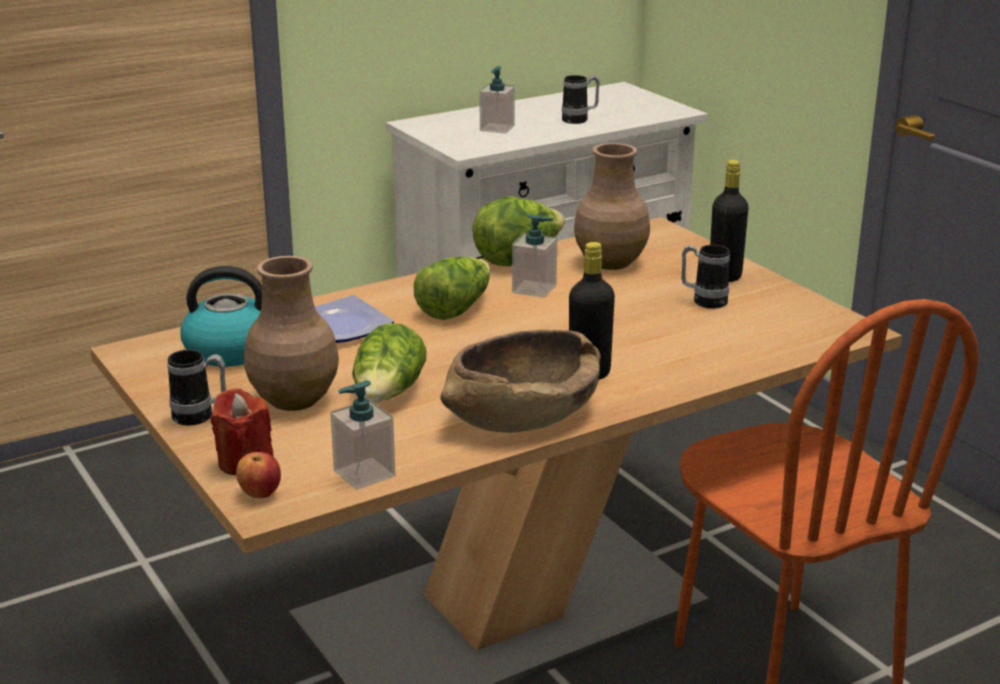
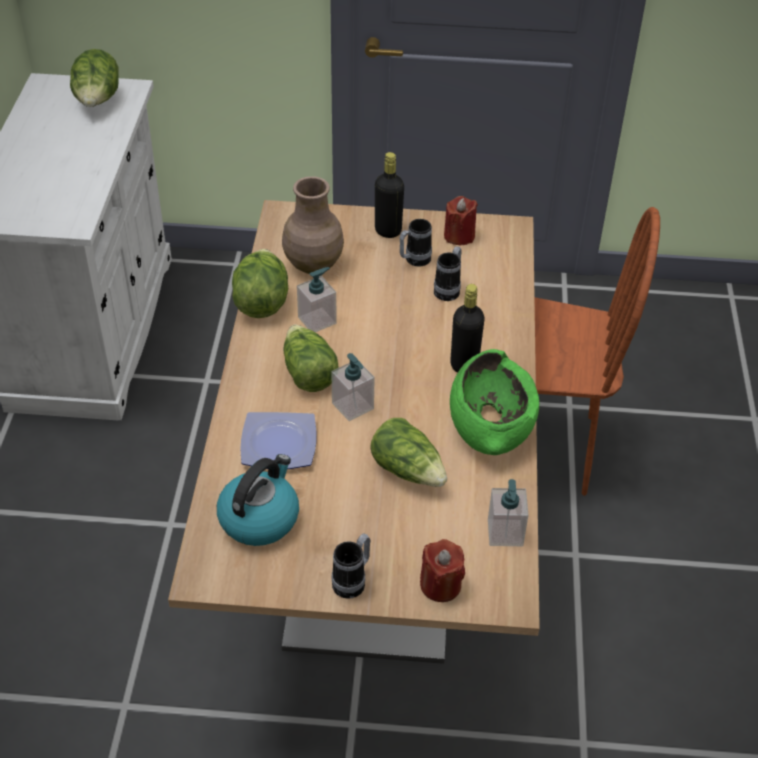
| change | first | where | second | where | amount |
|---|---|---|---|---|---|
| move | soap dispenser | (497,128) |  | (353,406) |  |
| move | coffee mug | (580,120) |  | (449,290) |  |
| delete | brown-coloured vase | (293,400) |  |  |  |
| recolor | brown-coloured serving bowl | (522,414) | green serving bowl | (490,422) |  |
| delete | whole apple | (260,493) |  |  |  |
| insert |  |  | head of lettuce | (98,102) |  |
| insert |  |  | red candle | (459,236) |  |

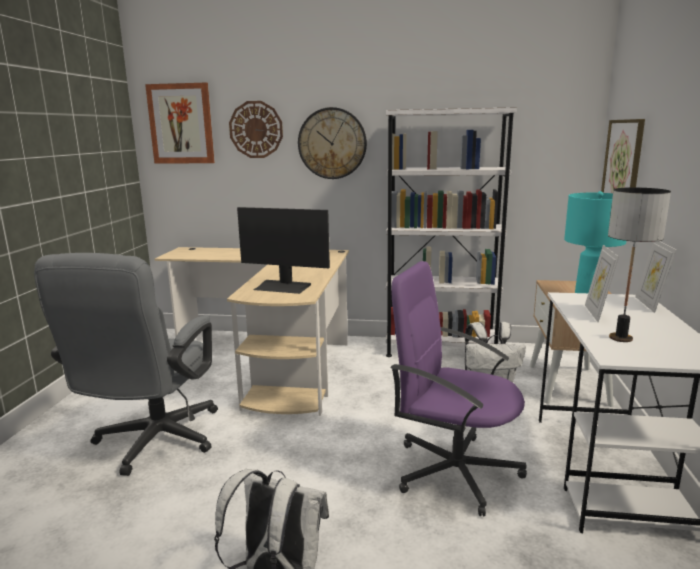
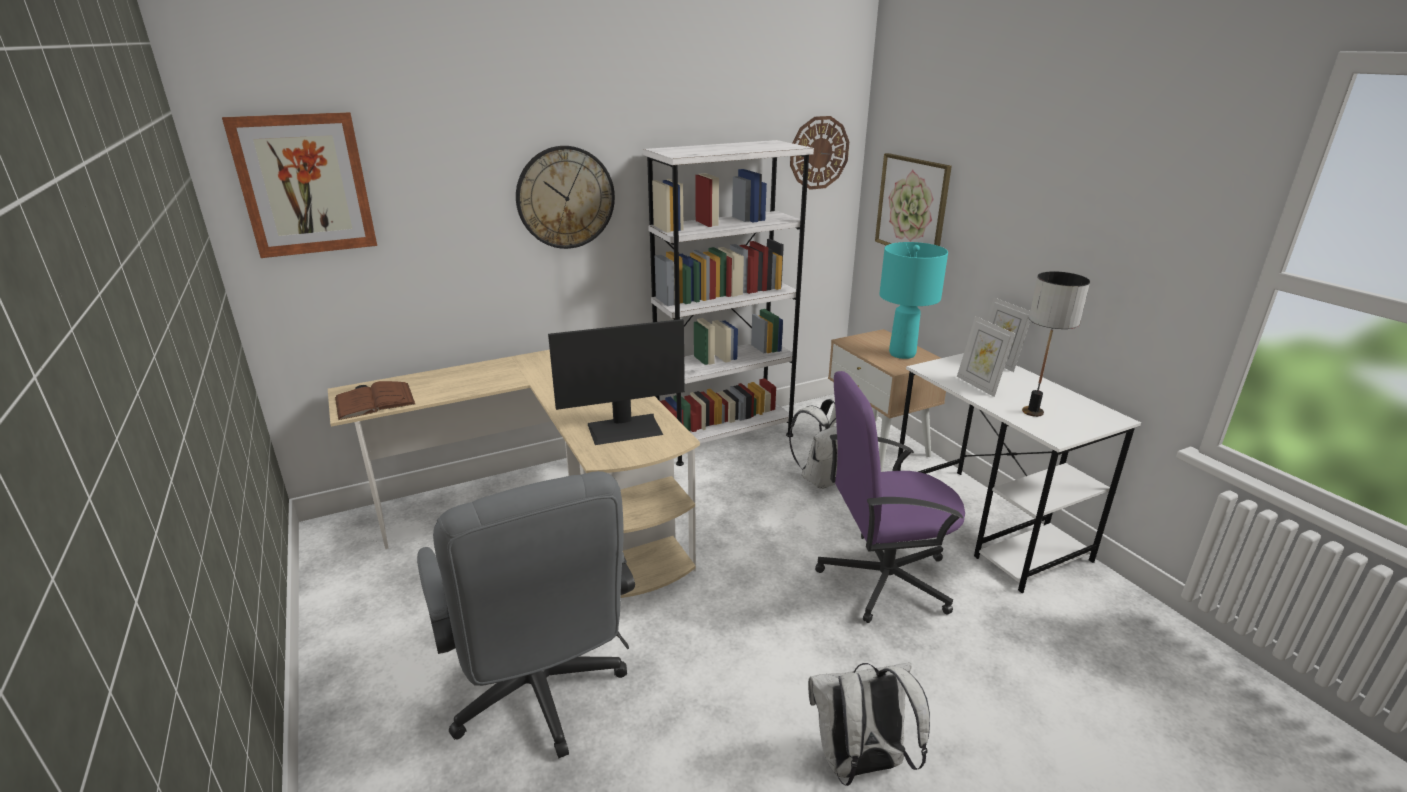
| change | first | where | second | where | amount |
|---|---|---|---|---|---|
| move | clock on the wall | (256,129) |  | (819,153) |  |
| insert |  |  | brown-coloured bound book | (374,401) |  |

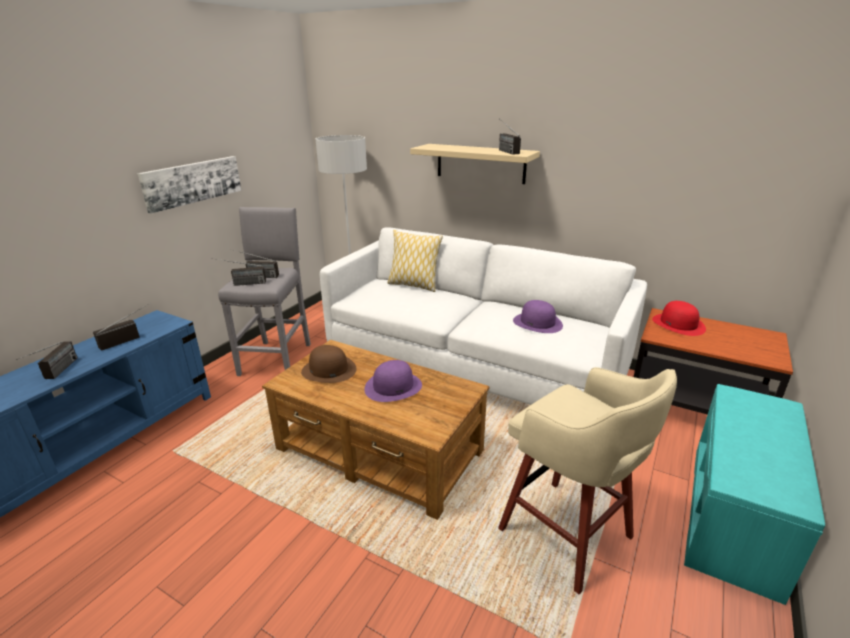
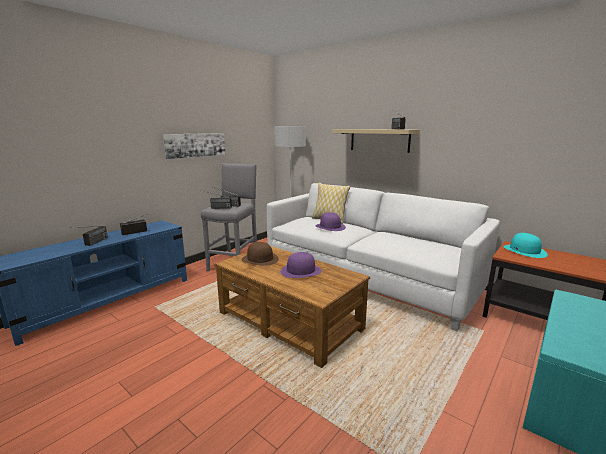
| change | first | where | second | where | amount |
|---|---|---|---|---|---|
| move | purplish wearable hat | (537,323) |  | (330,227) |  |
| recolor | red wearable hat | (678,324) | turquoise-coloured wearable hat | (525,251) |  |
| delete | beige-coloured stool | (568,536) |  |  |  |

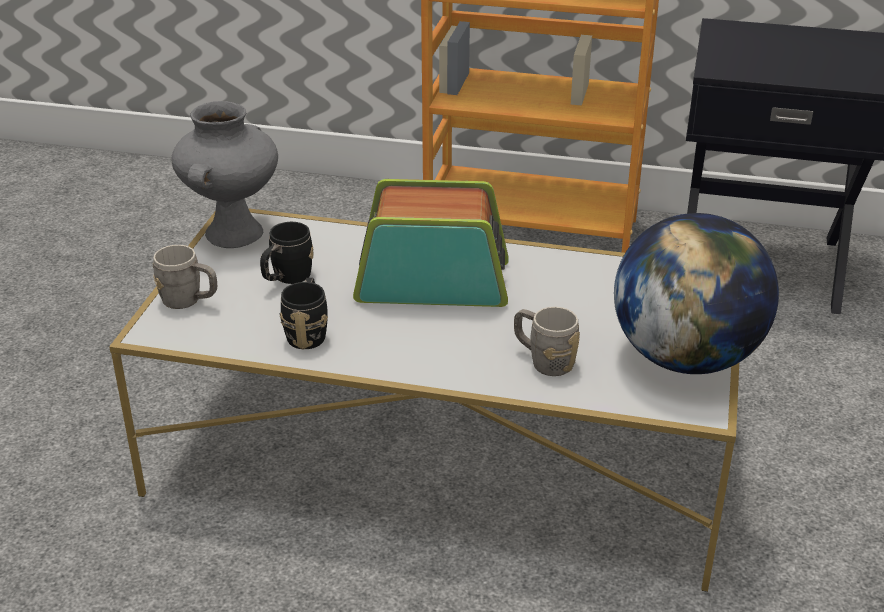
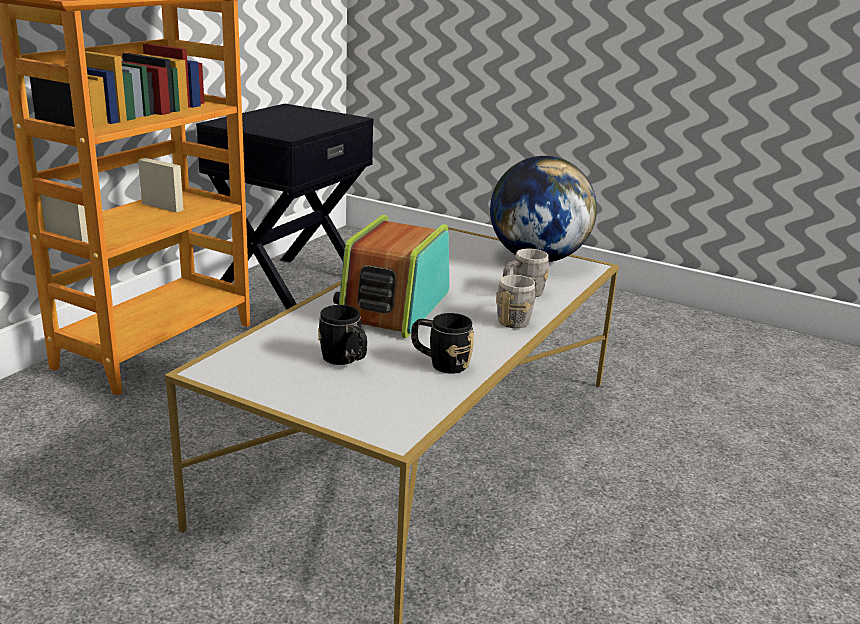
| change | first | where | second | where | amount |
|---|---|---|---|---|---|
| delete | grey vase | (233,232) |  |  |  |
| move | grey coffee mug | (189,301) |  | (517,319) |  |

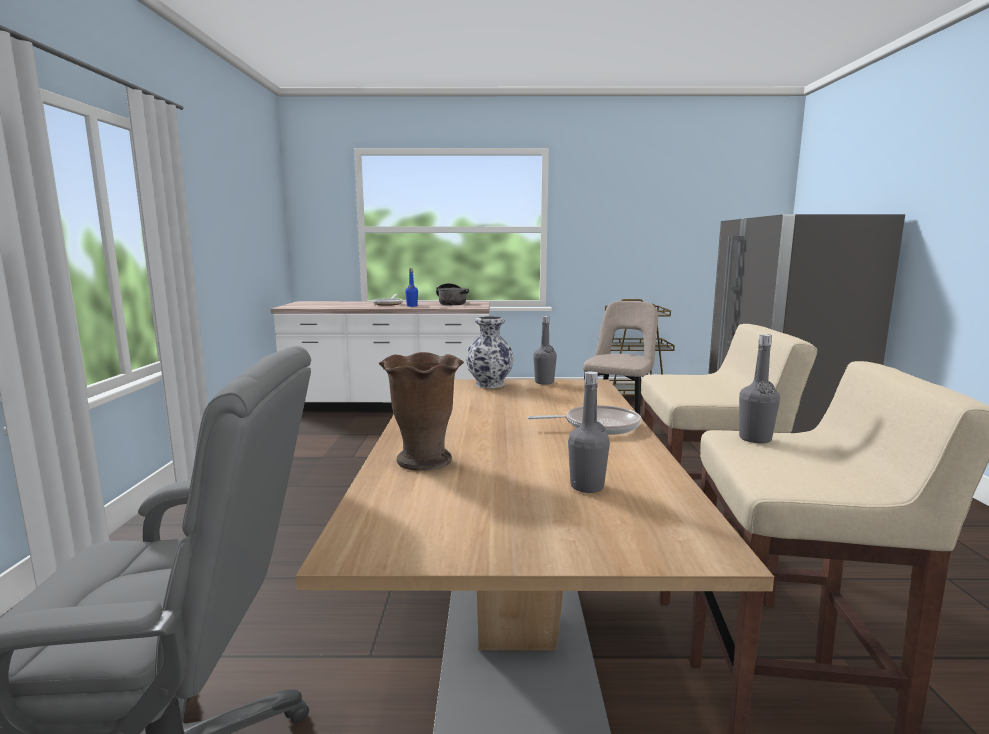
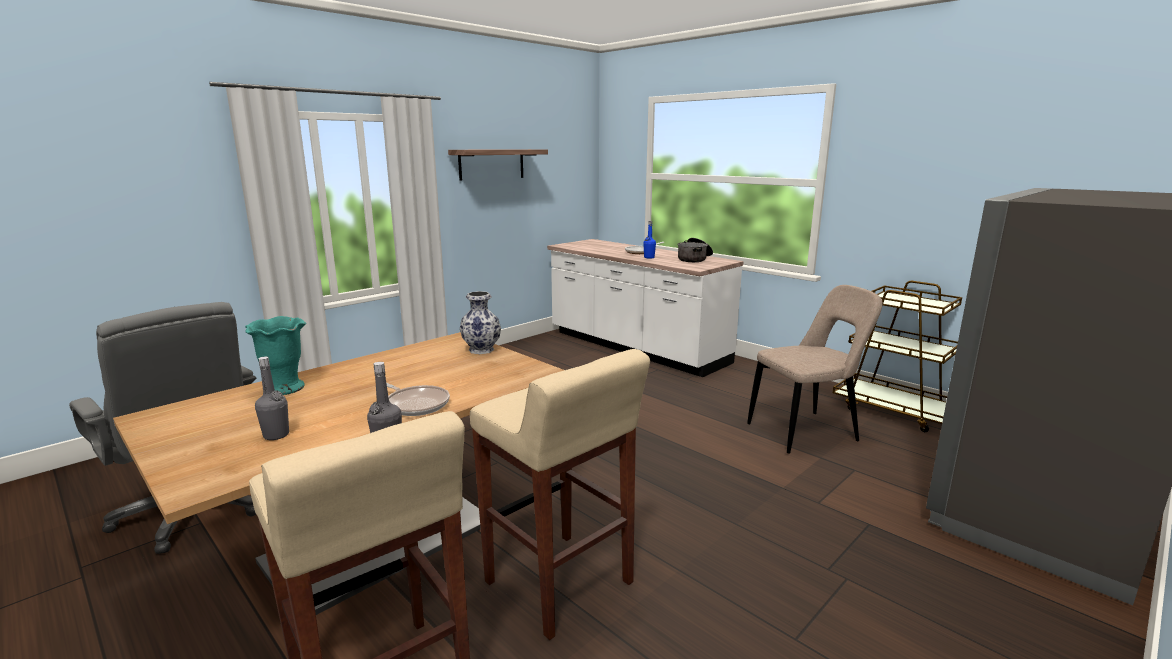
| change | first | where | second | where | amount |
|---|---|---|---|---|---|
| delete | grey bottle | (544,382) |  |  |  |
| recolor | brown-coloured vase | (424,460) | turquoise-coloured vase | (285,388) |  |
| insert |  |  | shelf | (491,164) |  |

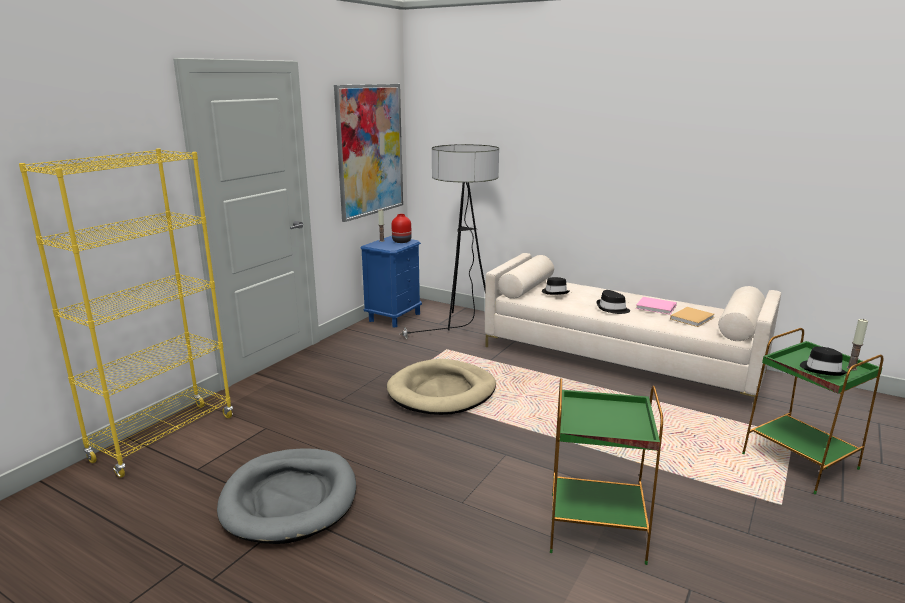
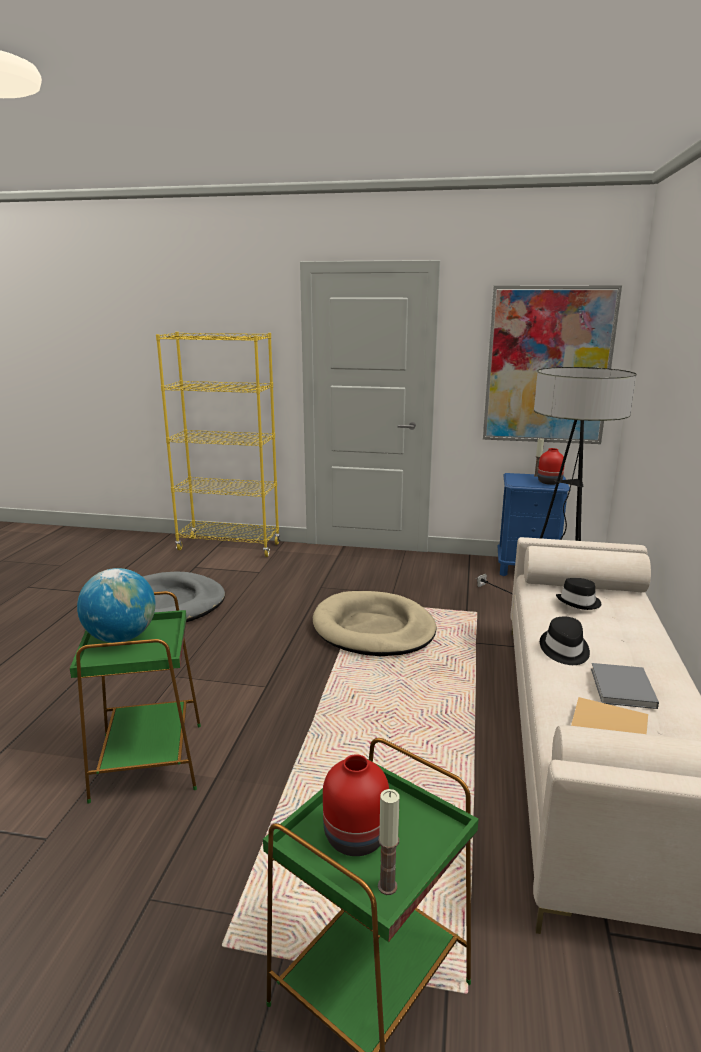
| change | first | where | second | where | amount |
|---|---|---|---|---|---|
| recolor | pink bound book | (657,307) | grey bound book | (623,689) |  |
| replace | black wearable hat | (822,369) | red vase | (357,837) |  |
| insert |  |  | globe | (121,638) |  |

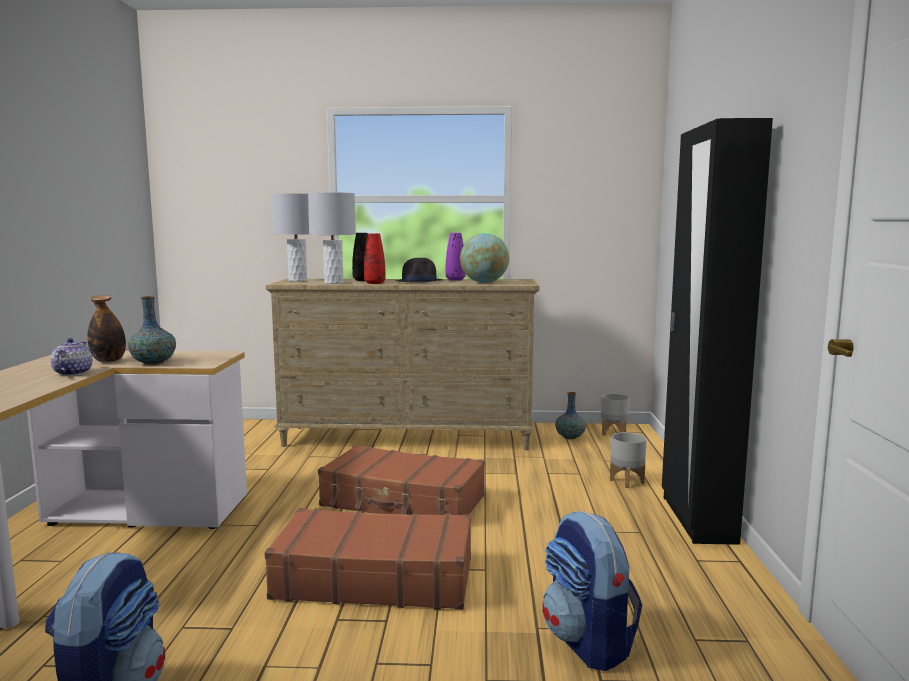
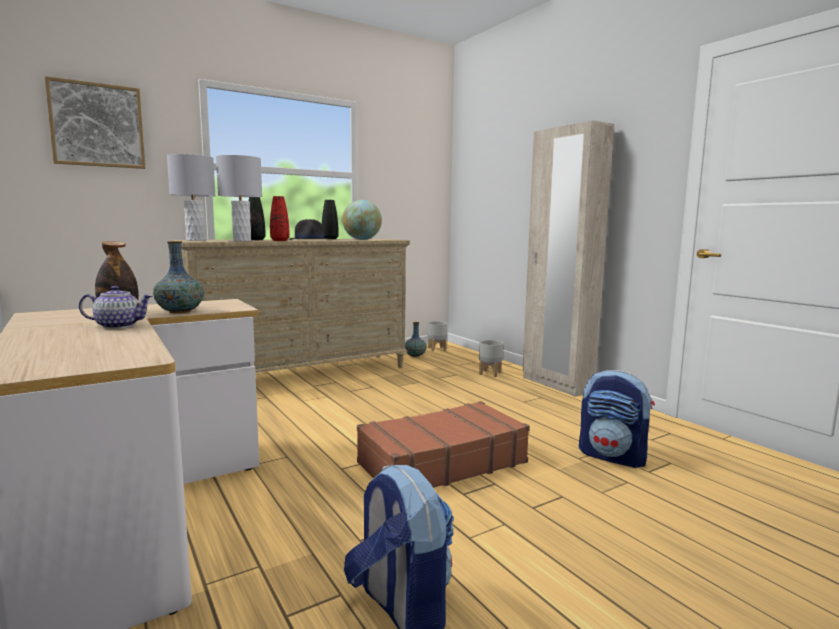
| change | first | where | second | where | amount |
|---|---|---|---|---|---|
| recolor | black clothes cupboard | (697,519) | beige-coloured clothes cupboard | (556,385) |  |
| recolor | purplish vase | (455,280) | black vase | (330,239) |  |
| rotate | tea pot | (72,373) |  | (118,326) | 120 degrees clockwise |
| delete | brown-coloured piece of luggage | (403,502) |  |  |  |
| insert |  |  | wall picture | (97,125) |  |

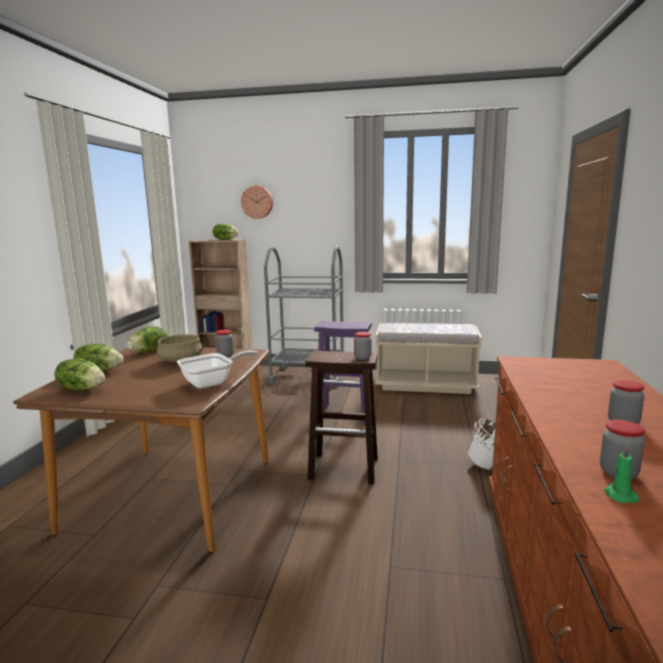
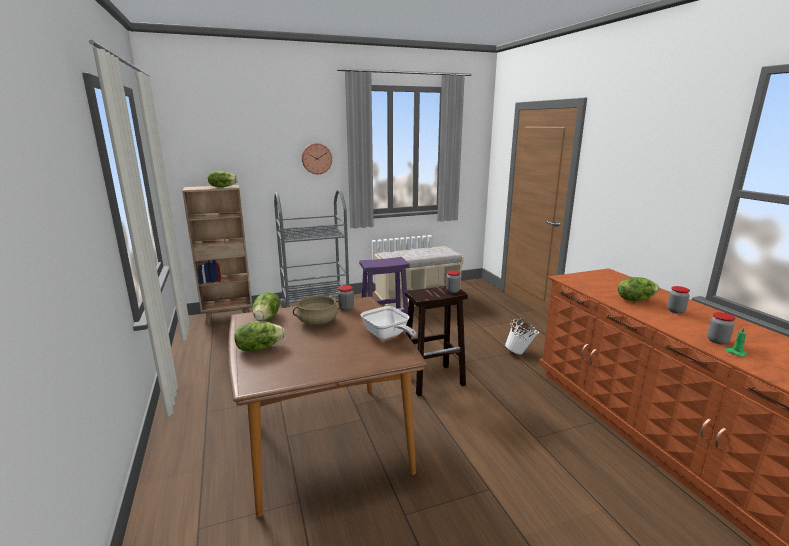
| change | first | where | second | where | amount |
|---|---|---|---|---|---|
| move | clock on the wall | (257,202) |  | (316,158) |  |
| rotate | skillet | (212,382) |  | (387,336) | 120 degrees clockwise |
| move | head of lettuce | (82,389) |  | (635,299) |  |

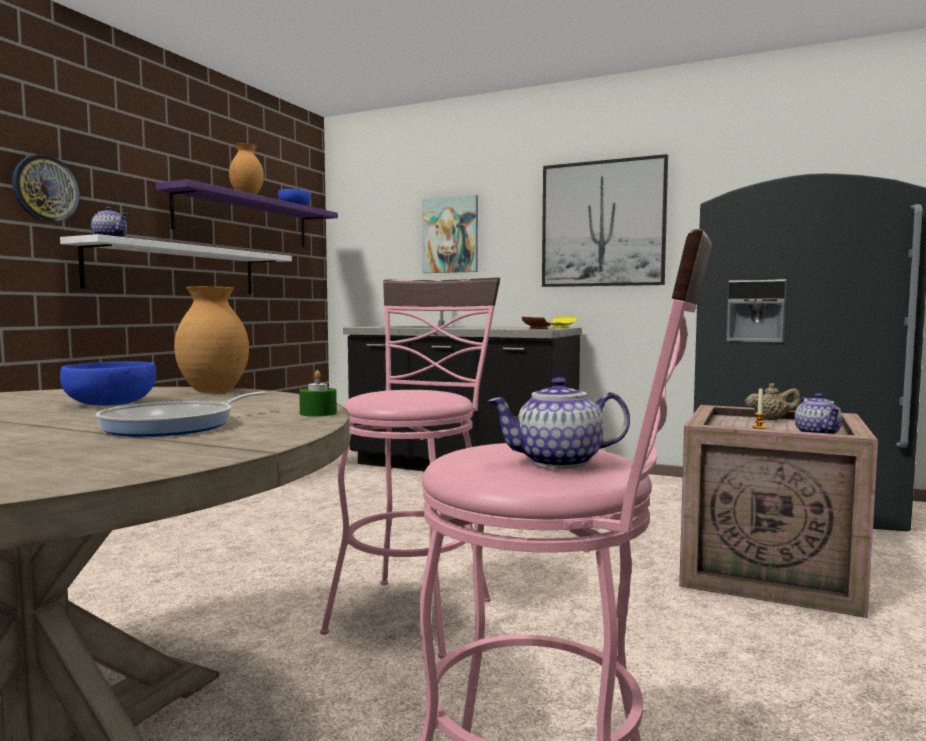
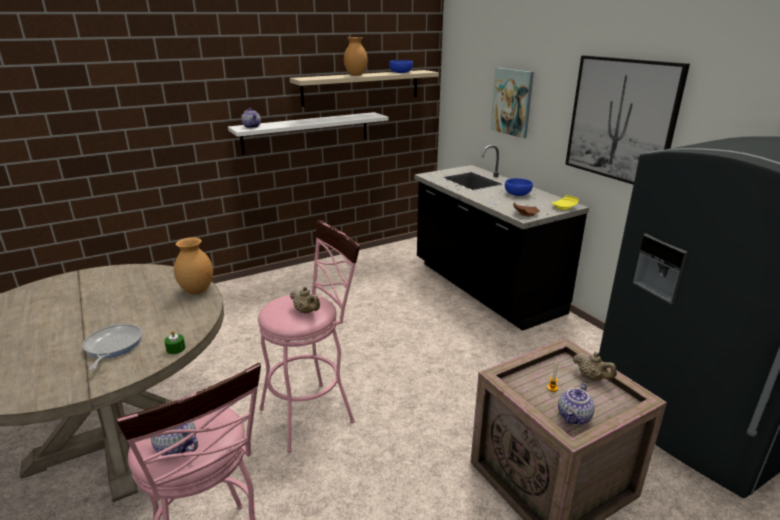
| change | first | where | second | where | amount |
|---|---|---|---|---|---|
| delete | clock on the wall | (45,189) |  |  |  |
| recolor | purplish shelf | (244,220) | beige-coloured shelf | (361,87) |  |
| move | bluish serving bowl | (111,403) |  | (517,194) |  |
| rotate | skillet | (175,425) |  | (112,346) | 105 degrees clockwise |
| insert |  |  | beige-coloured tea pot | (306,312) |  |

